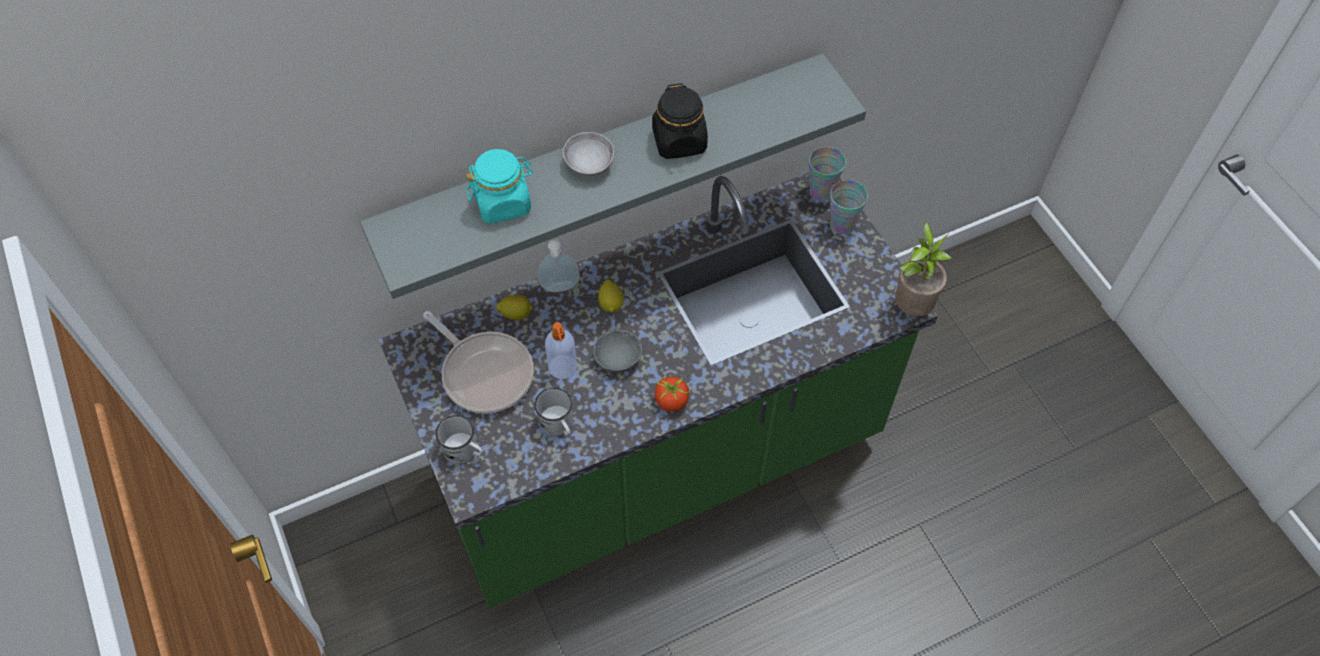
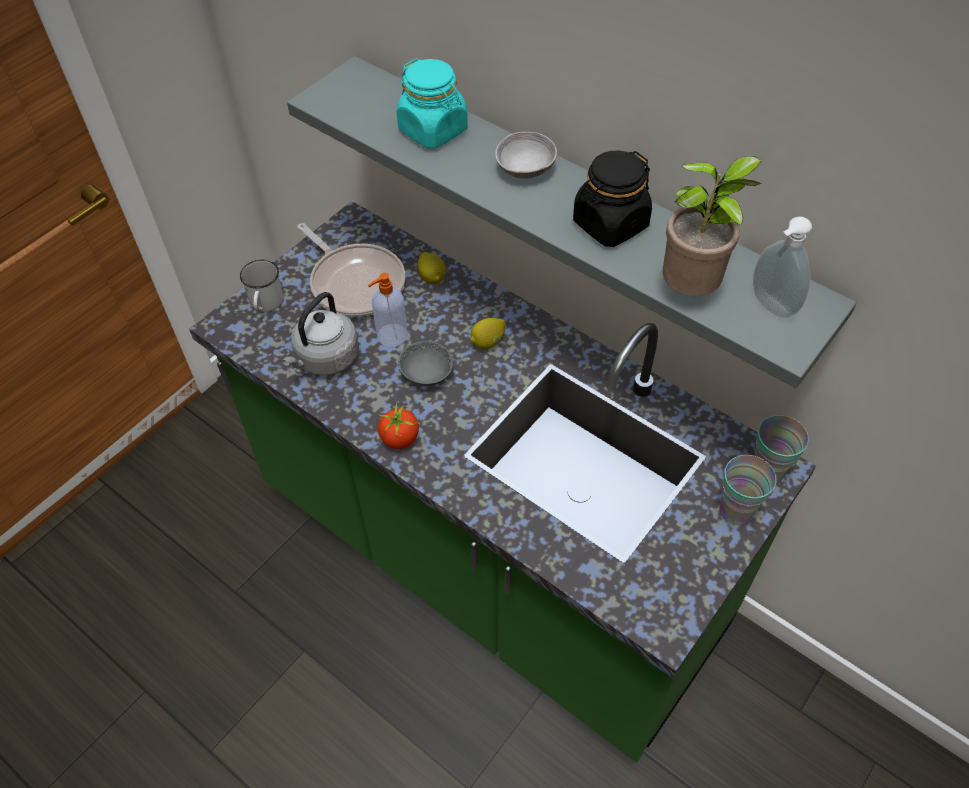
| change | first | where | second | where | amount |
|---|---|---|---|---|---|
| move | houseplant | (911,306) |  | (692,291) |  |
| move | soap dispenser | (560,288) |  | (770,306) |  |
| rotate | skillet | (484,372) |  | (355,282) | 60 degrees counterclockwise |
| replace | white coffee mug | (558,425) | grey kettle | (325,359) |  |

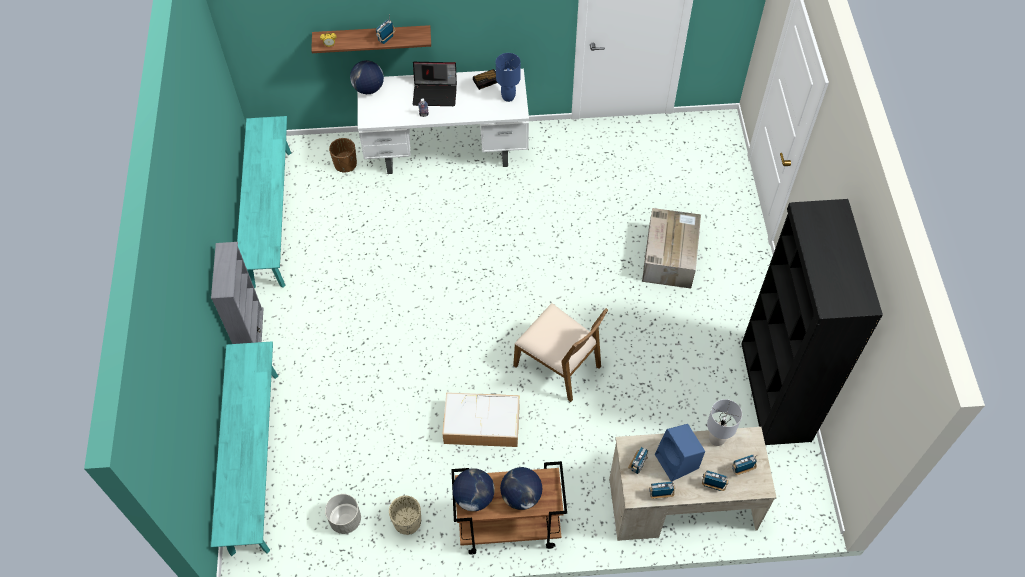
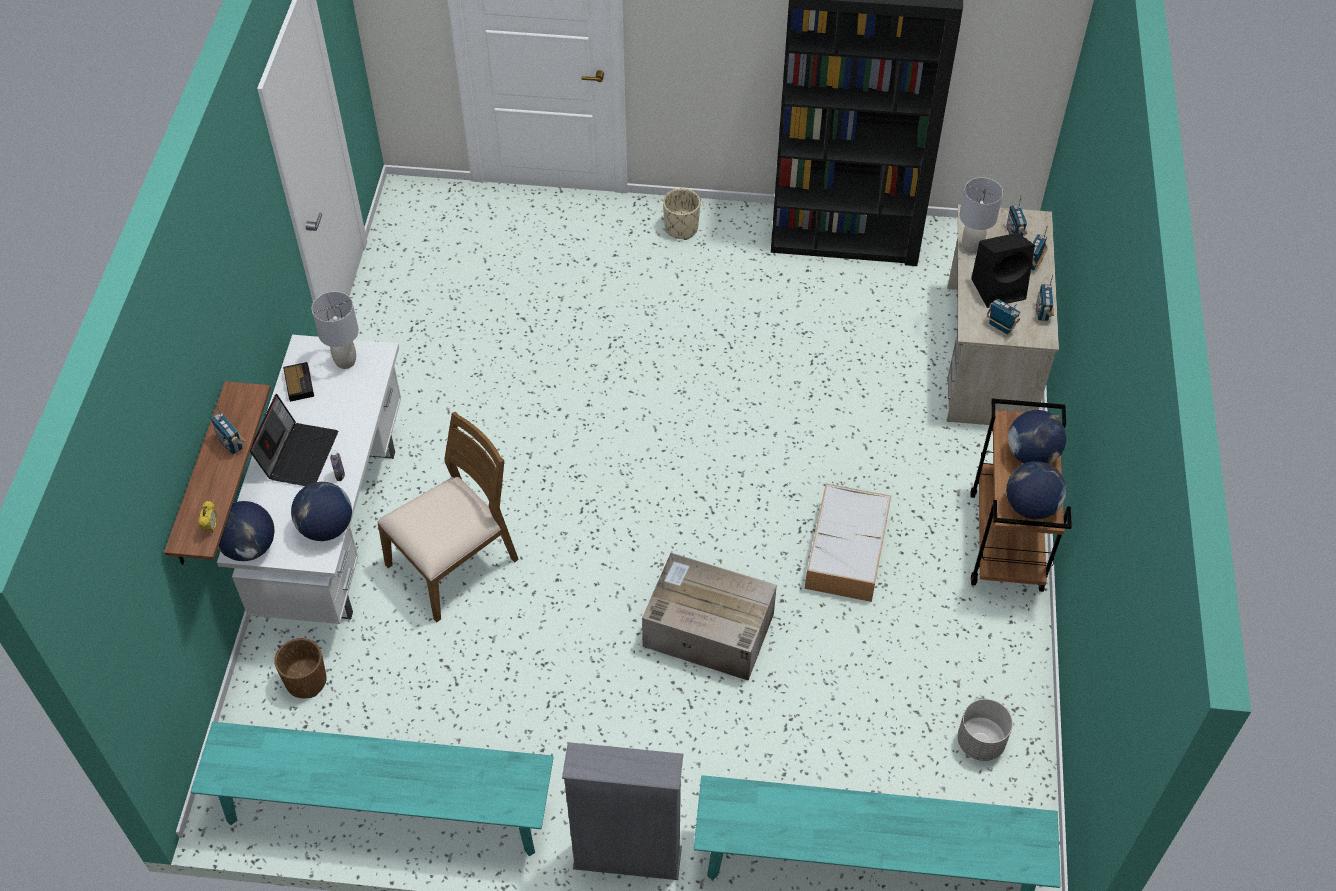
| change | first | where | second | where | amount |
|---|---|---|---|---|---|
| recolor | bluish lamp for a table | (508,97) | grey lamp for a table | (346,361) |  |
| move | packing box | (669,256) |  | (706,630) |  |
| move | brown-coloured chair | (558,365) |  | (454,563) |  |
| recolor | bluish speaker | (677,462) | black speaker | (999,288) |  |
| move | beige-coloured planter | (407,521) |  | (681,228) |  |
| insert |  |  | globe | (326,528) |  |

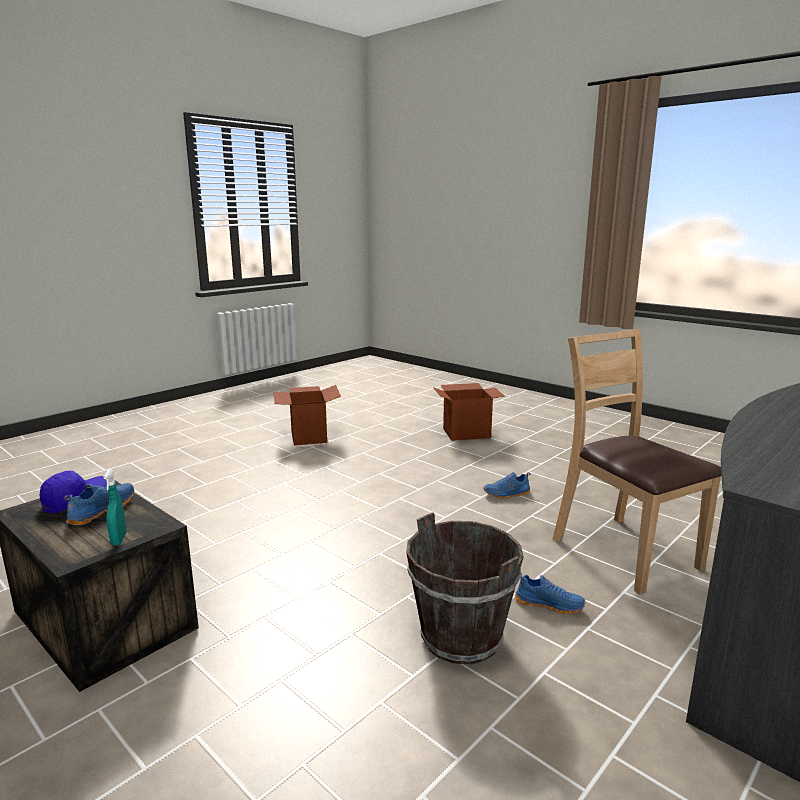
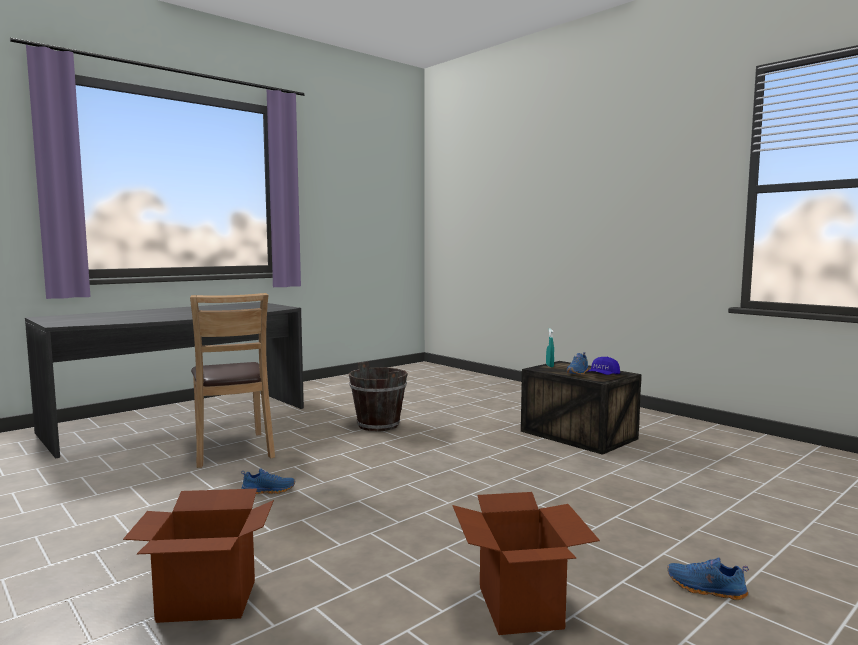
| change | first | where | second | where | amount |
|---|---|---|---|---|---|
| move | bluish shoe | (549,604) |  | (705,589) |  |

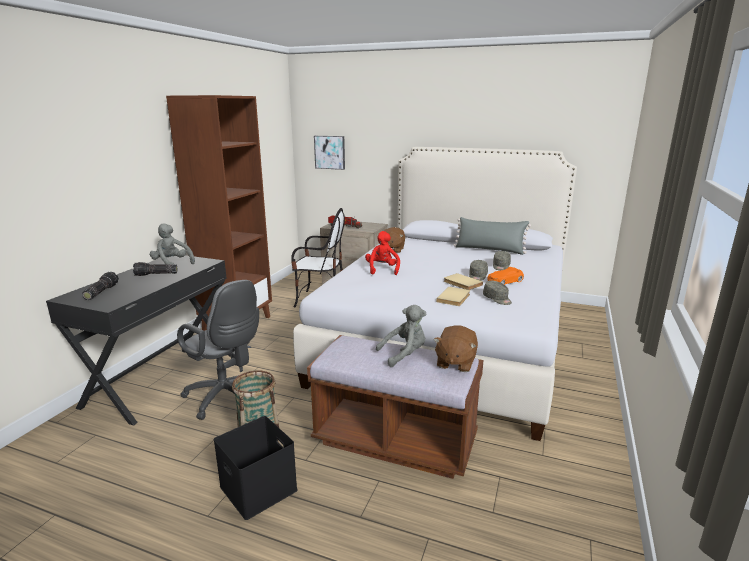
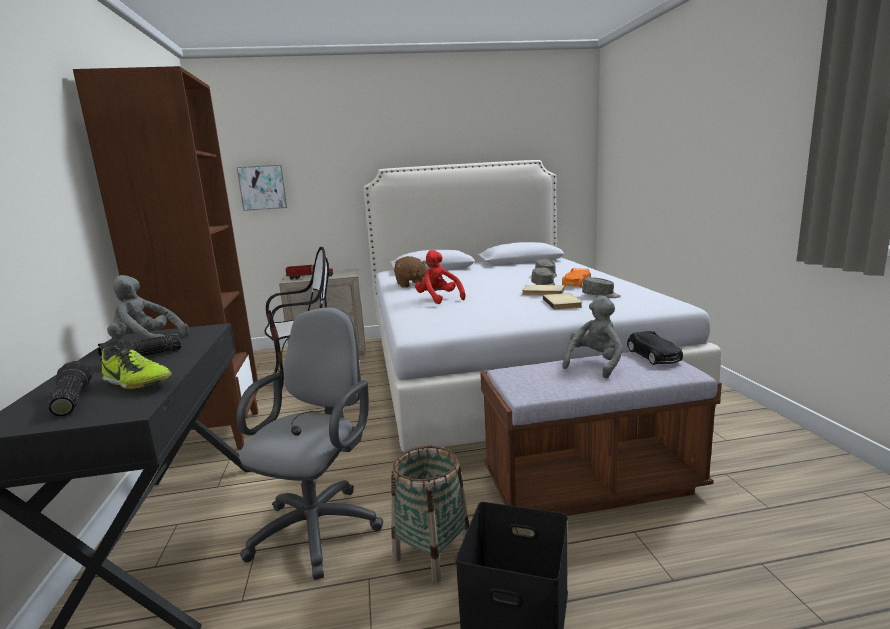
| change | first | where | second | where | amount |
|---|---|---|---|---|---|
| delete | grey throw pillow | (489,250) |  |  |  |
| rotate | grey desk chair | (227,398) |  | (320,525) | 75 degrees counterclockwise |
| replace | brown-coloured plush toy | (455,363) | black miniature car | (653,356) |  |
| insert |  |  | shoe | (137,383) |  |

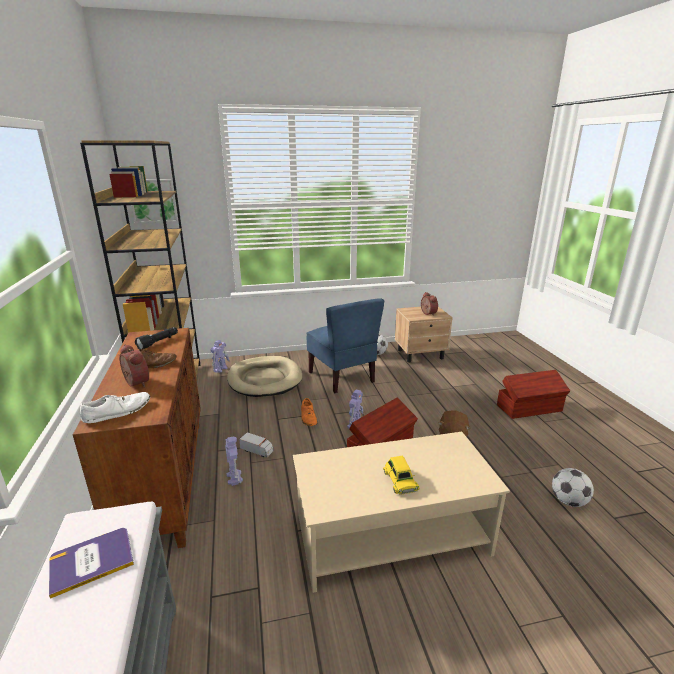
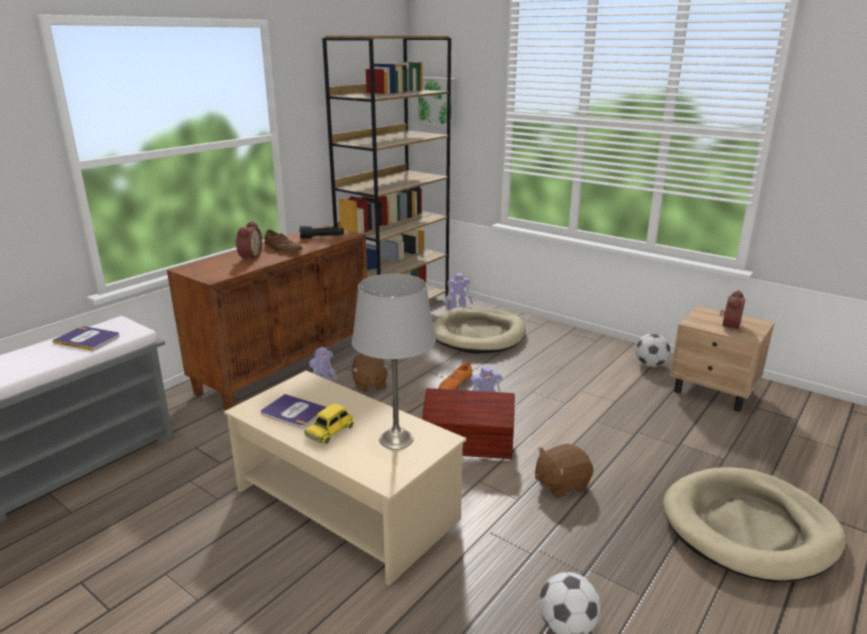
| change | first | where | second | where | amount |
|---|---|---|---|---|---|
| delete | bluish chair | (342,377) |  |  |  |
| replace | brown-coloured storage container | (530,408) | beige-coloured pet bed | (749,528) |  |
| delete | white shoe | (118,412) |  |  |  |
| replace | model truck | (257,451) | brown-coloured plush toy | (369,385) |  |
| insert |  |  | grey lamp for a table | (397,439) |  |
| insert |  |  | bound book | (293,412) |  |

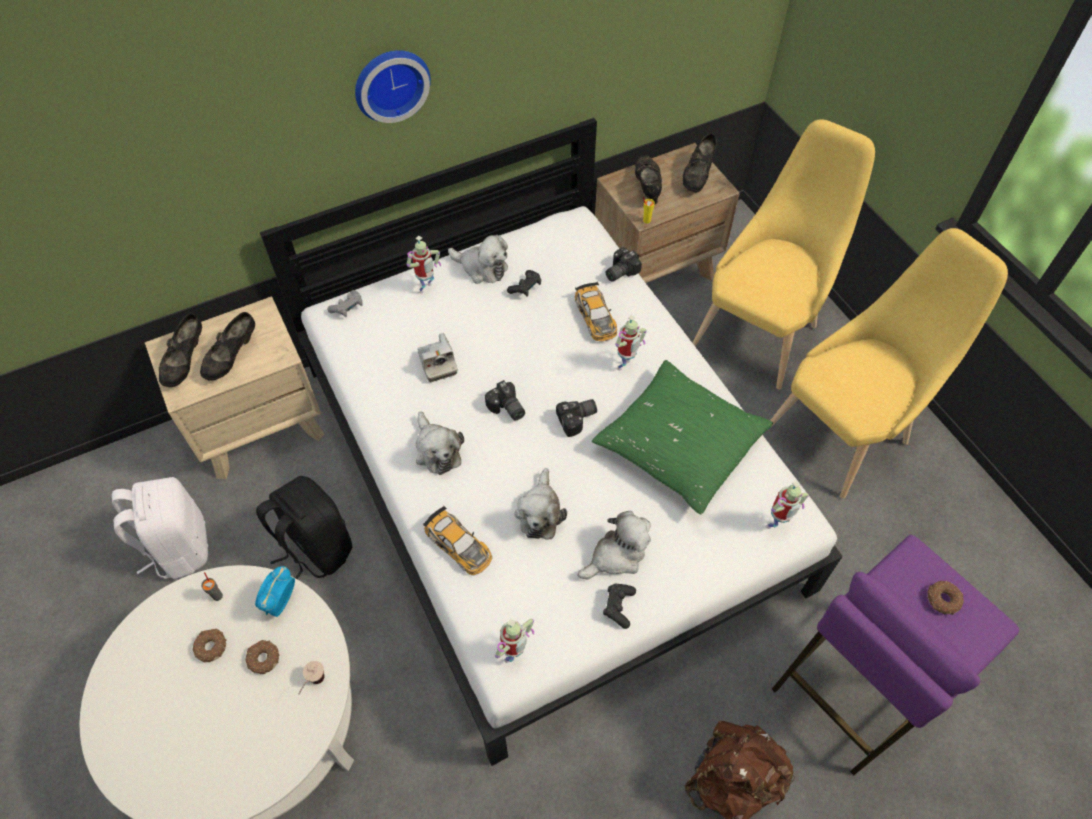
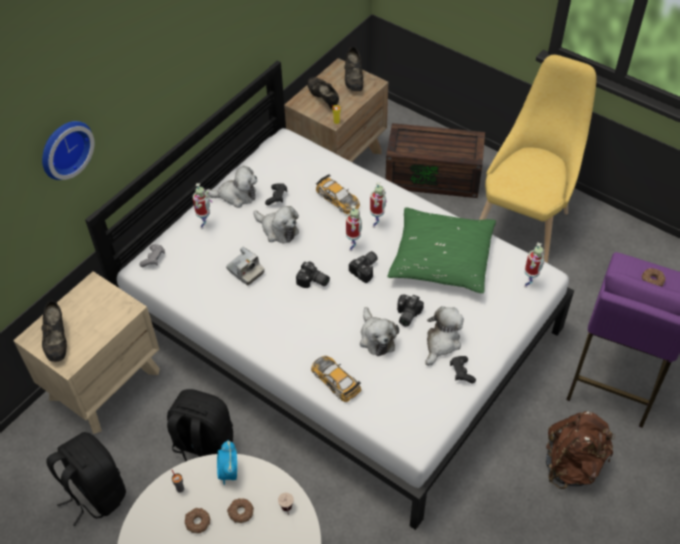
| change | first | where | second | where | amount |
|---|---|---|---|---|---|
| move | clock on the wall | (390,83) |  | (64,148) |  |
| replace | yellow-coloured chair | (761,330) | brown-coloured storage container | (434,176) |  |
| move | photo camera | (619,271) |  | (406,315) |  |
| delete | black shoe | (232,357) |  |  |  |
| move | plush toy | (437,450) |  | (278,230) |  |
| recolor | white backpack | (179,546) | black backpack | (95,493) |  |
| rotate | miniature car | (459,545) |  | (335,380) | 150 degrees counterclockwise |
| move | toy robot | (514,656) |  | (353,247) |  |

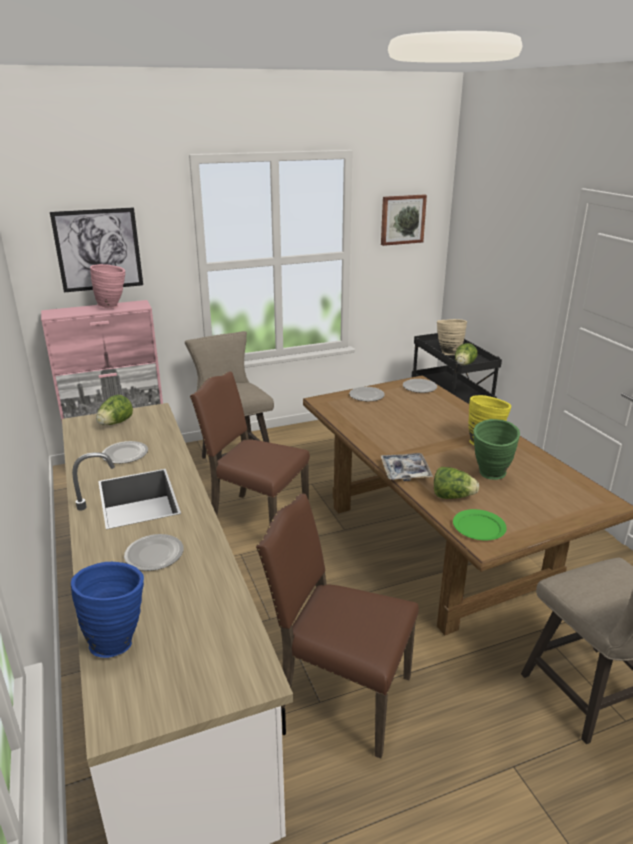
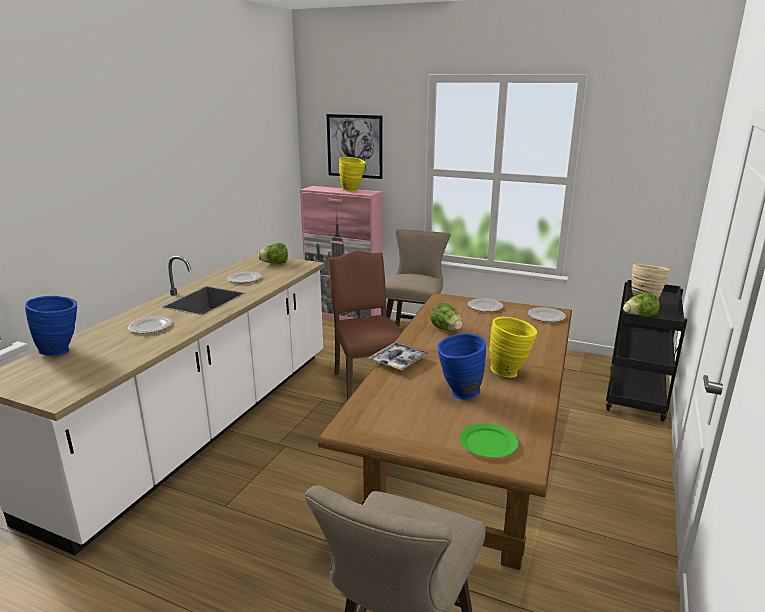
| change | first | where | second | where | amount |
|---|---|---|---|---|---|
| delete | wall picture | (402,219) |  |  |  |
| recolor | pink vase | (113,306) | yellow-coloured vase | (353,191) |  |
| recolor | green vase | (490,476) | bluish vase | (458,394) |  |
| move | head of lettuce | (452,496) |  | (446,329) |  |
| delete | brown-coloured chair | (340,695) |  |  |  |
| move | green dinner plate | (479,527) |  | (488,443) |  |

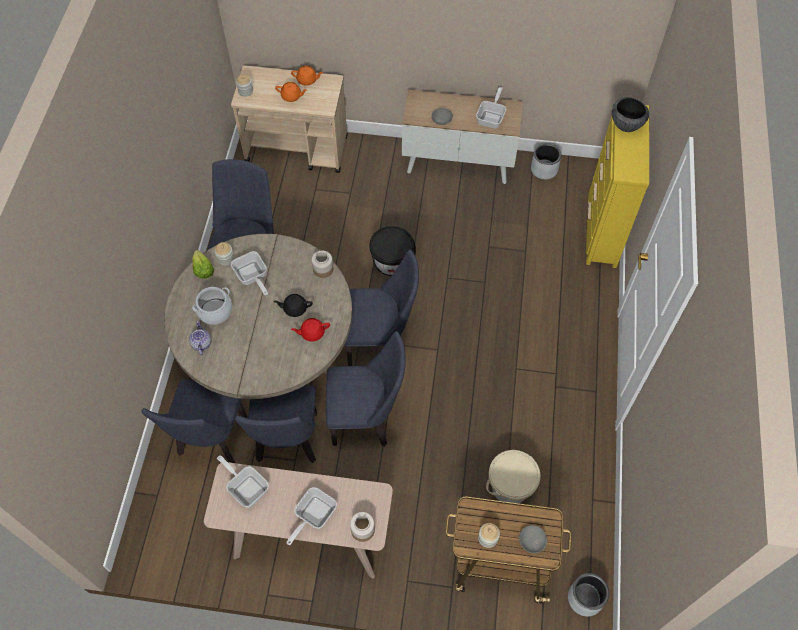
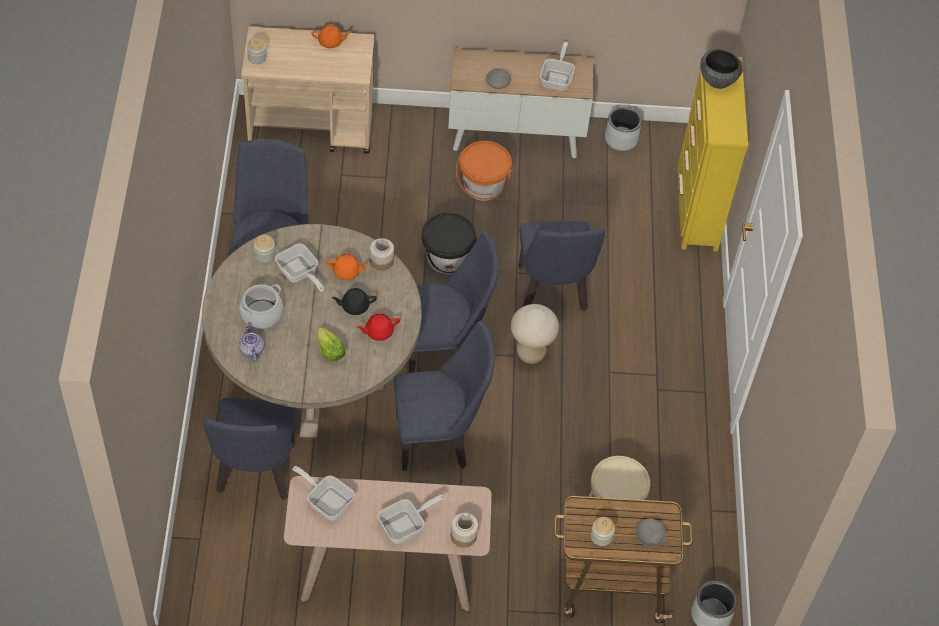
| change | first | where | second | where | amount |
|---|---|---|---|---|---|
| move | orangey tea pot | (291,96) |  | (347,272) |  |
| move | head of lettuce | (203,270) |  | (329,351) |  |
| move | bluish chair | (287,443) |  | (552,294) |  |
| rotate | skillet | (313,516) |  | (406,526) | 150 degrees counterclockwise |
| insert |  |  | orangey bucket | (483,185) |  |
| insert |  |  | beige-coloured stool | (530,353) |  |

